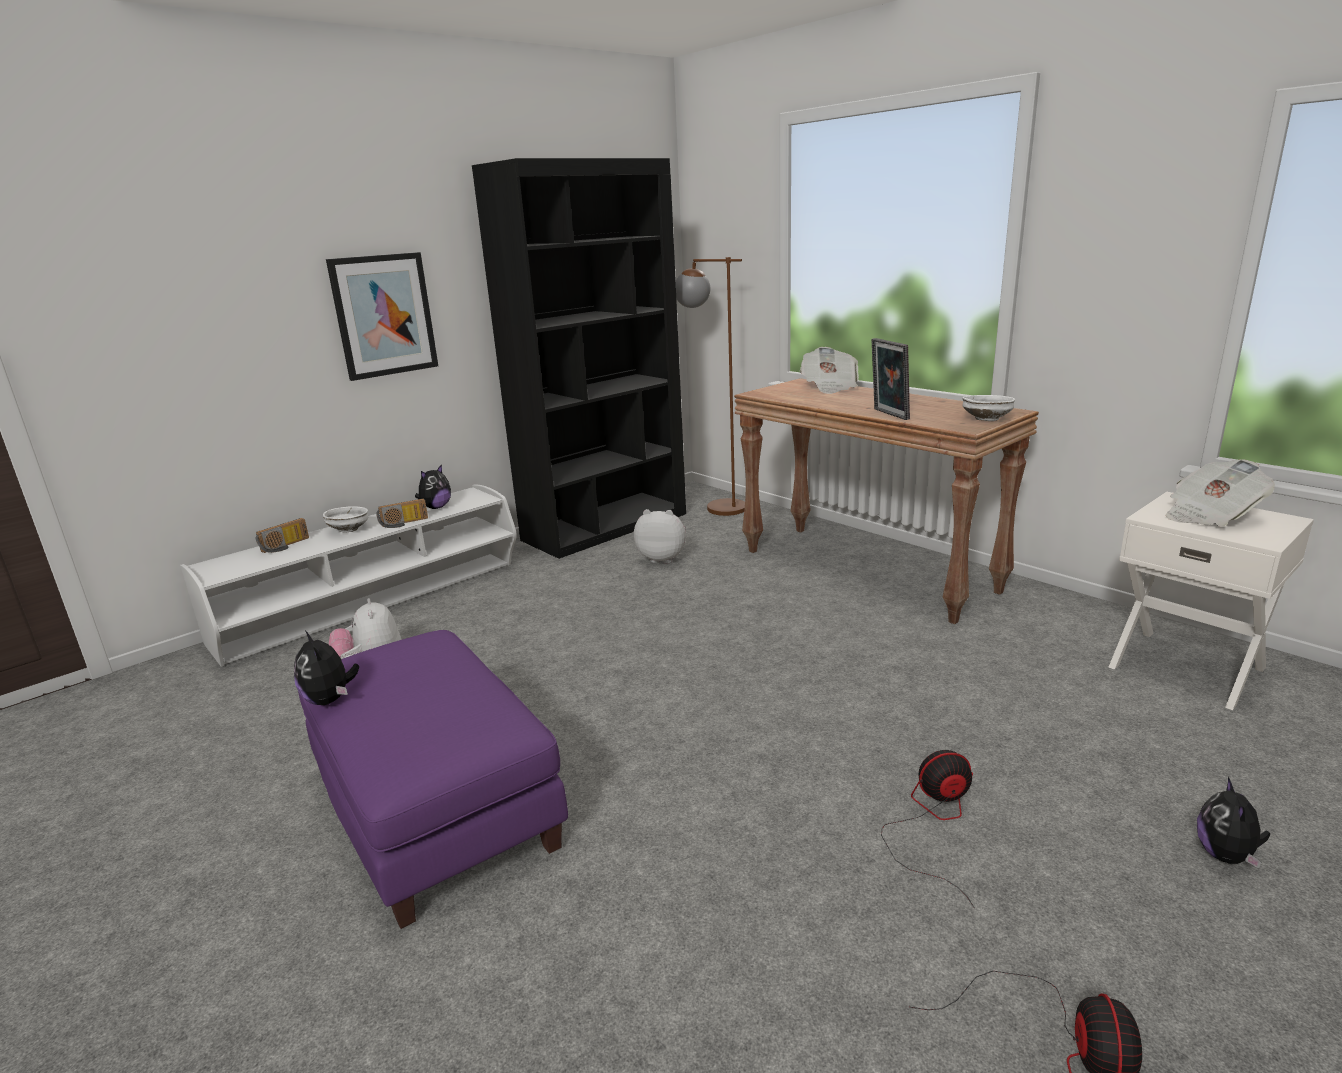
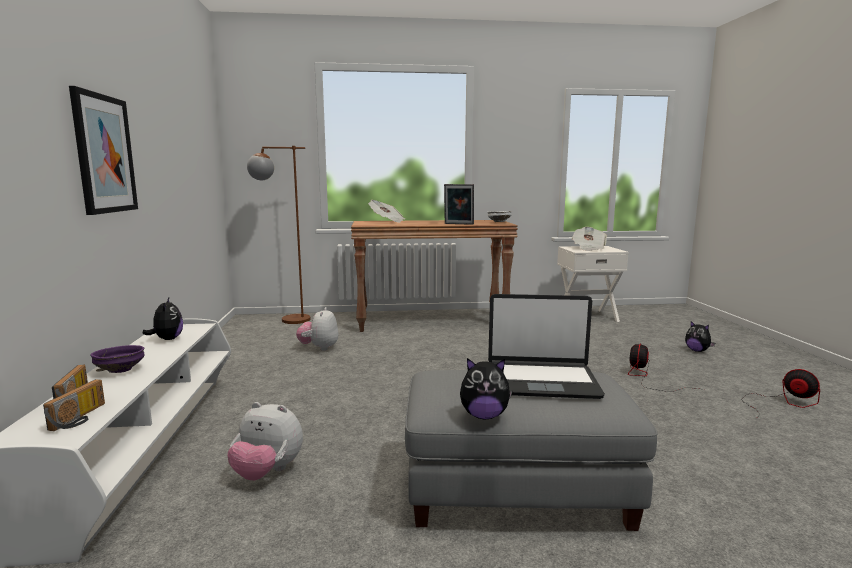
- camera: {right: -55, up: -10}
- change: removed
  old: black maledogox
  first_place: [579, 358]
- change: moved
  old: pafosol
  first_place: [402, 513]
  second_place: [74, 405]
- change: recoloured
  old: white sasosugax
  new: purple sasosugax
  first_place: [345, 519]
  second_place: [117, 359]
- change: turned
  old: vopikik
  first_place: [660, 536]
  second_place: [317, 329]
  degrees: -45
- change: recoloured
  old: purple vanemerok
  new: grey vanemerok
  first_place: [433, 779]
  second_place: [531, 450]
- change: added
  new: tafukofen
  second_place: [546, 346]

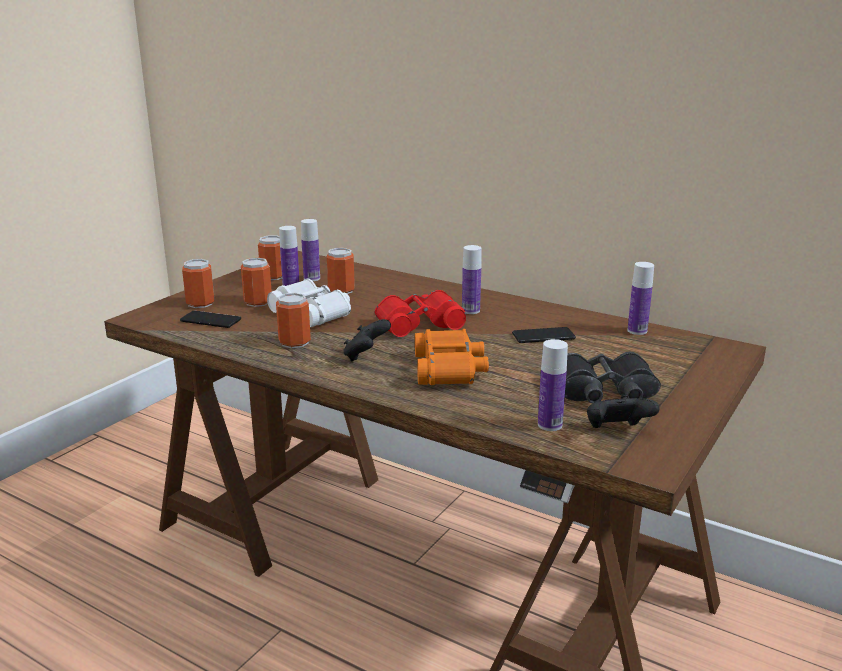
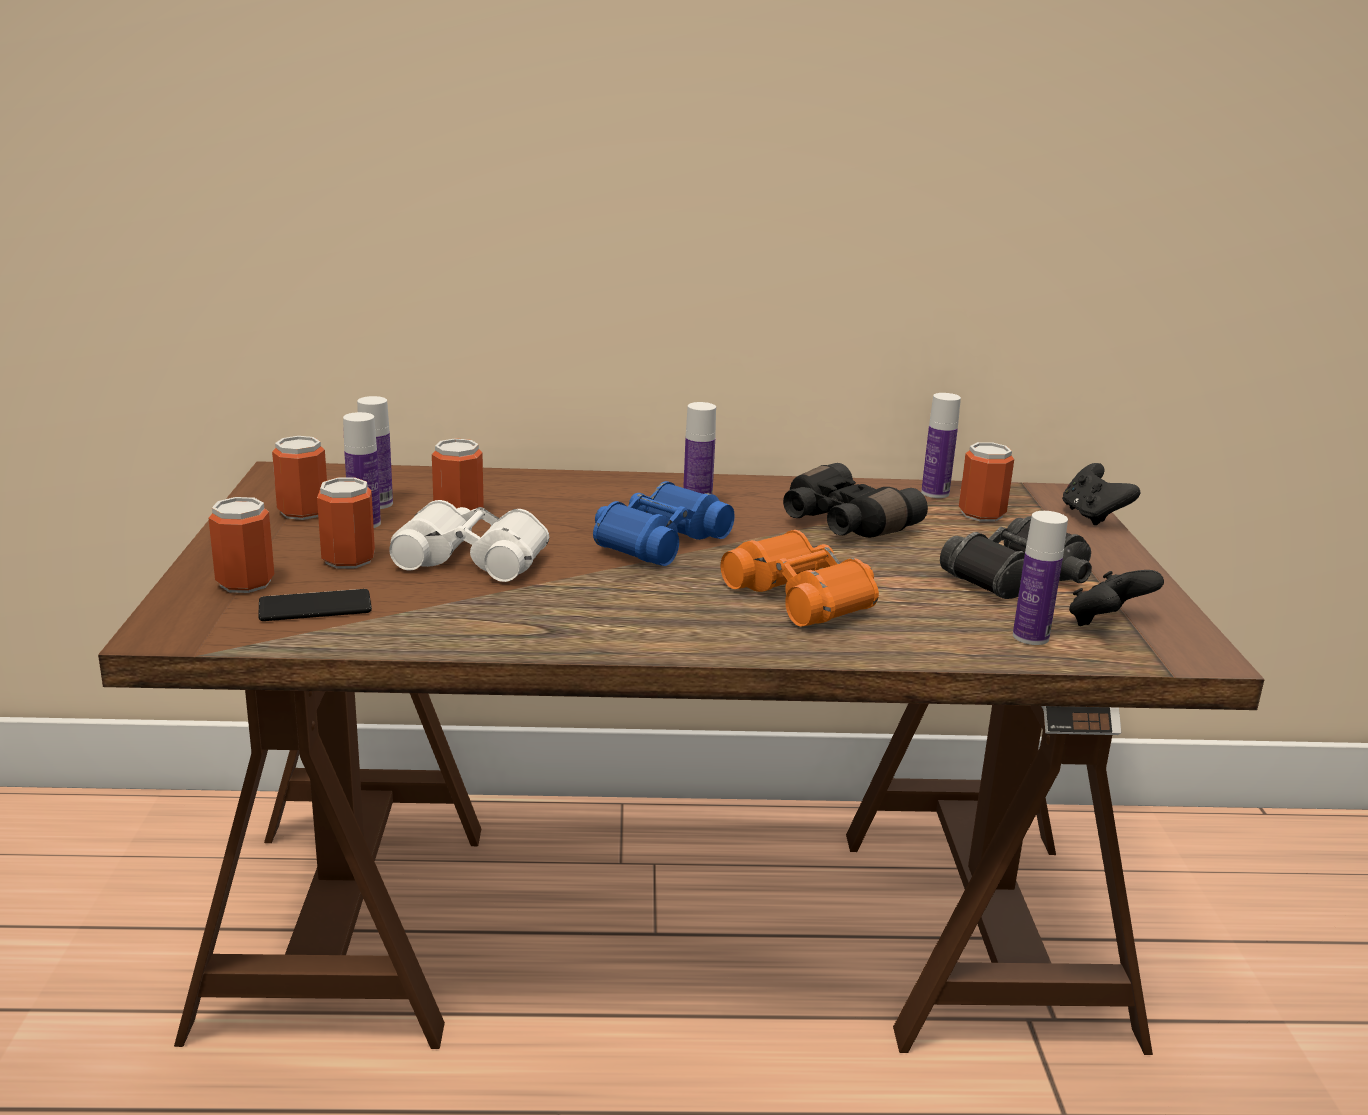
- camera: {right: -35, up: 0}
- change: recoloured
  old: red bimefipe
  new: blue bimefipe
  first_place: [420, 313]
  second_place: [664, 523]
- change: moved
  old: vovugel
  first_place: [293, 320]
  second_place: [986, 482]
- change: moved
  old: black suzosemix
  first_place: [367, 340]
  second_place: [1101, 494]
- change: replaced
  old: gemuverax
  new: black bimefipe
  first_place: [544, 335]
  second_place: [855, 500]

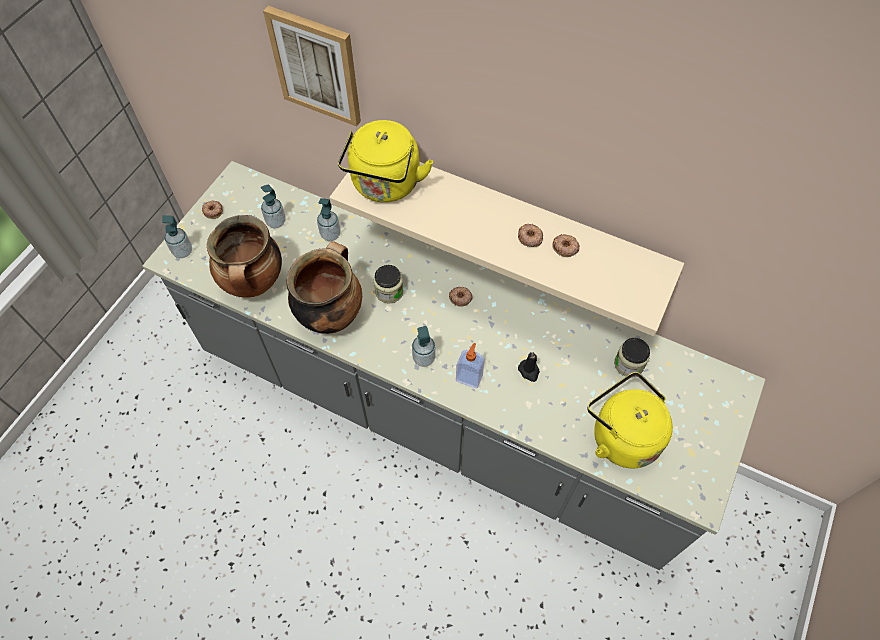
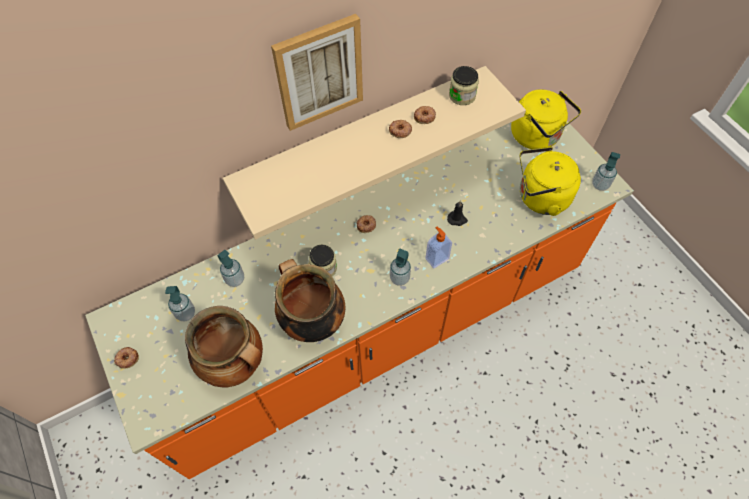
- camera: {right: -55, up: 0}
- change: moved
  old: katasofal
  first_place: [312, 66]
  second_place: [317, 72]
- change: moved
  old: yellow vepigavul
  first_place: [385, 161]
  second_place: [546, 119]
- change: recoloured
  old: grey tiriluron
  new: orange tiriluron
  first_place: [454, 365]
  second_place: [359, 300]
- change: moved
  old: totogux
  first_place: [177, 236]
  second_place: [606, 171]
- change: moved
  old: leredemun
  first_place: [632, 358]
  second_place: [464, 85]

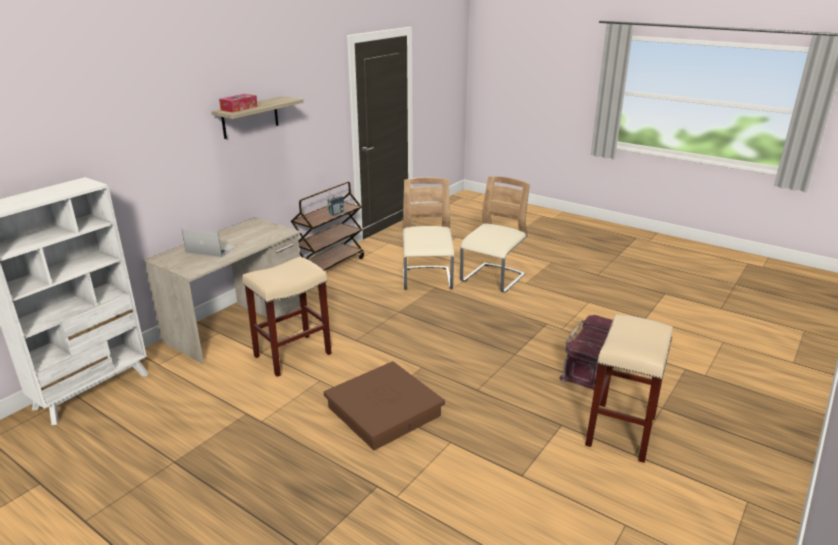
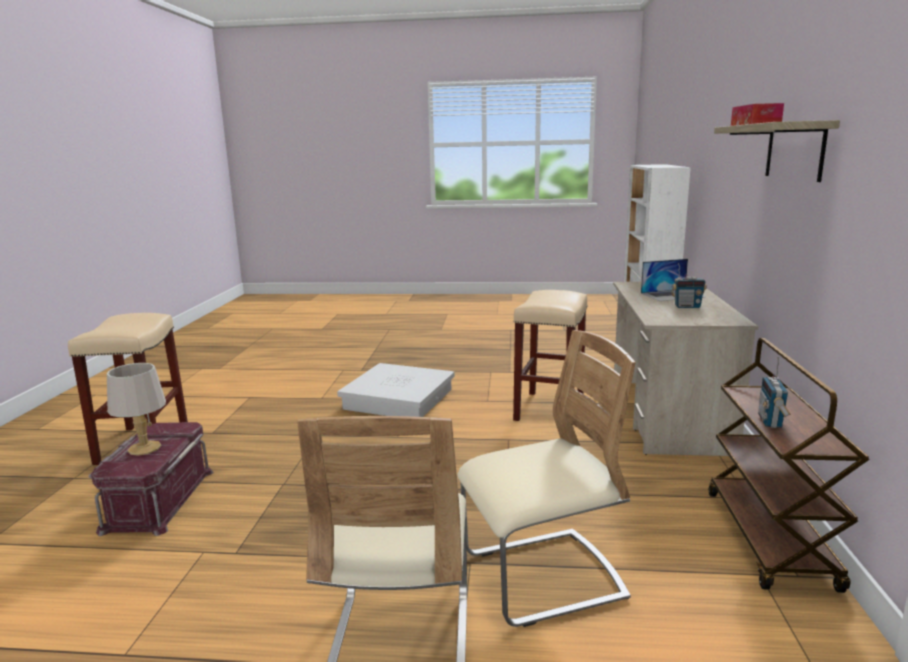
- camera: {right: 150, up: -10}
- change: turned
  old: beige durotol
  first_place: [428, 233]
  second_place: [546, 478]
  degrees: -75
- change: recoloured
  old: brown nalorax
  new: white nalorax
  first_place: [384, 405]
  second_place: [396, 390]
- change: added
  new: pafosol
  second_place: [689, 285]
- change: added
  new: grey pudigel
  second_place: [136, 409]

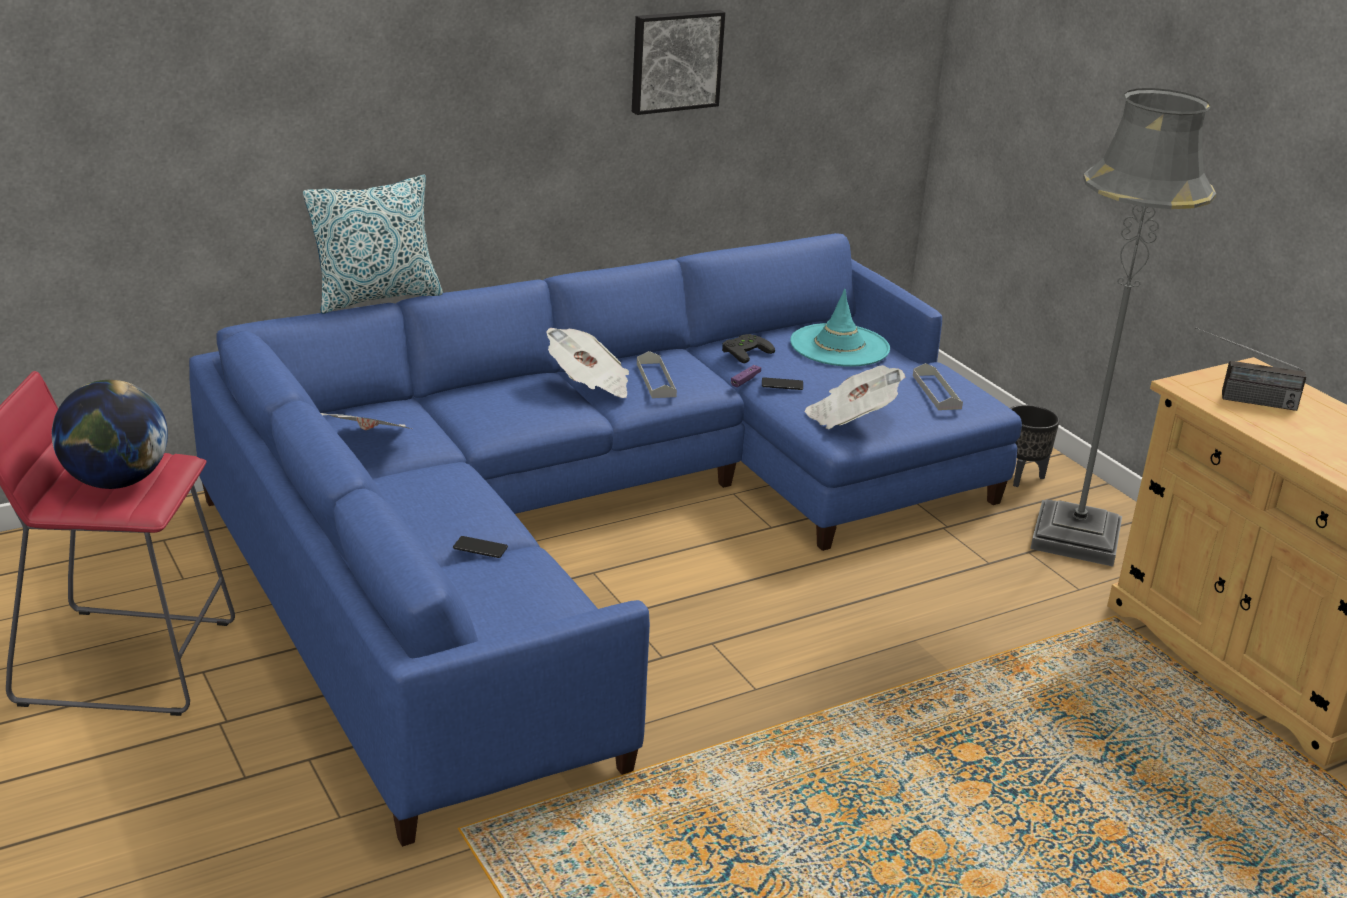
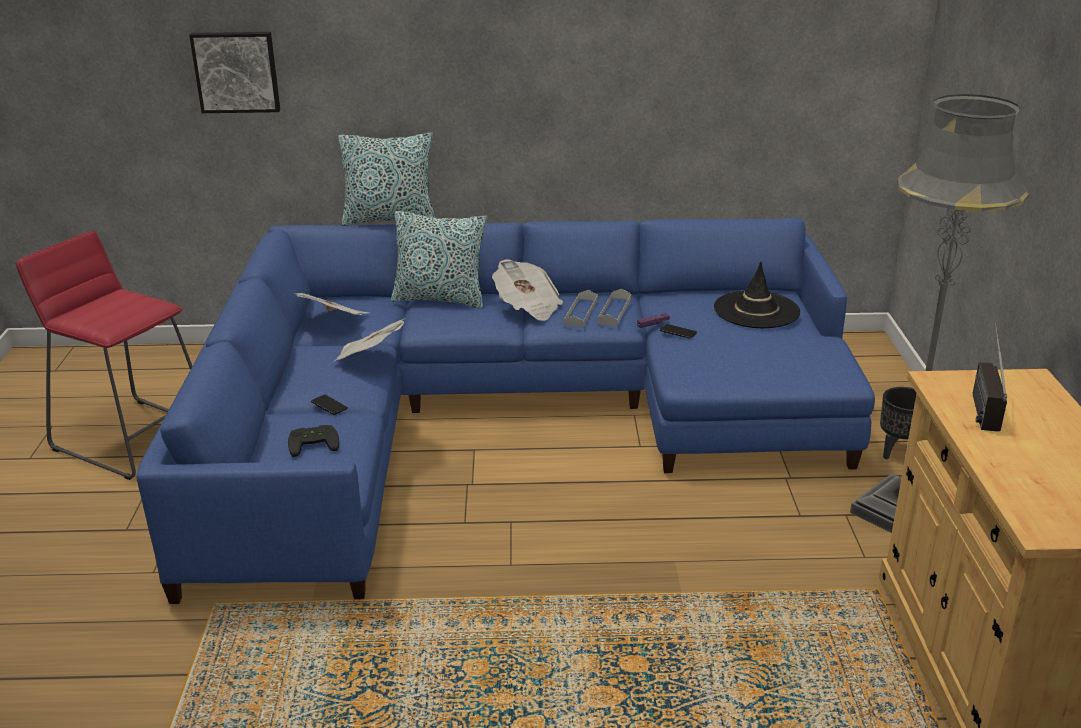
- camera: {right: 30, up: 0}
- change: moved
  old: katasofal
  first_place: [678, 62]
  second_place: [234, 72]
- change: recoloured
  old: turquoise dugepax
  new: black dugepax
  first_place: [840, 328]
  second_place: [757, 295]
- change: turned
  old: pafosol
  first_place: [1250, 369]
  second_place: [989, 376]
  degrees: 60
- change: moved
  old: black suzosemix
  first_place: [748, 348]
  second_place: [313, 441]
- change: moved
  old: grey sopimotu
  first_place: [938, 386]
  second_place: [614, 307]
- change: moved
  old: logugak
  first_place: [855, 397]
  second_place: [369, 340]
- change: removed
  old: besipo
  first_place: [110, 434]
- change: added
  new: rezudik
  second_place: [439, 260]

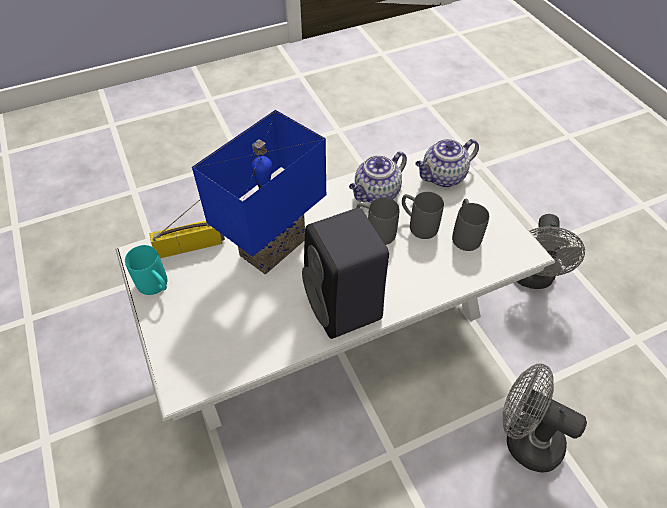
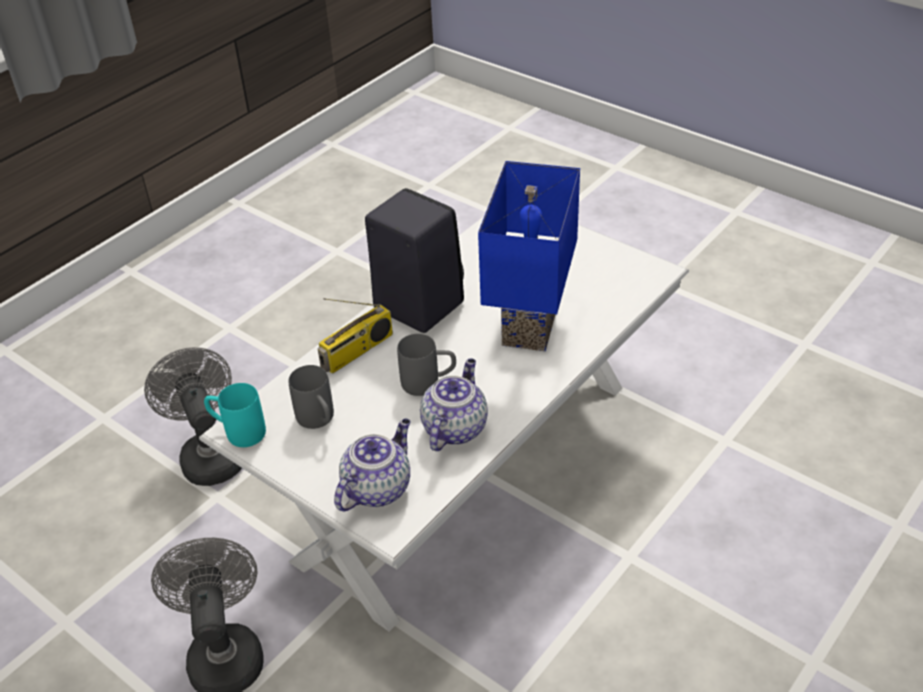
- camera: {right: 155, up: -10}
- change: removed
  old: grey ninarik
  first_place: [423, 215]
- change: moved
  old: pafosol
  first_place: [187, 228]
  second_place: [355, 336]
- change: moved
  old: turquoise ninarik
  first_place: [146, 270]
  second_place: [235, 415]
- change: turned
  old: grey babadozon
  first_place: [545, 418]
  second_place: [193, 416]
  degrees: -120

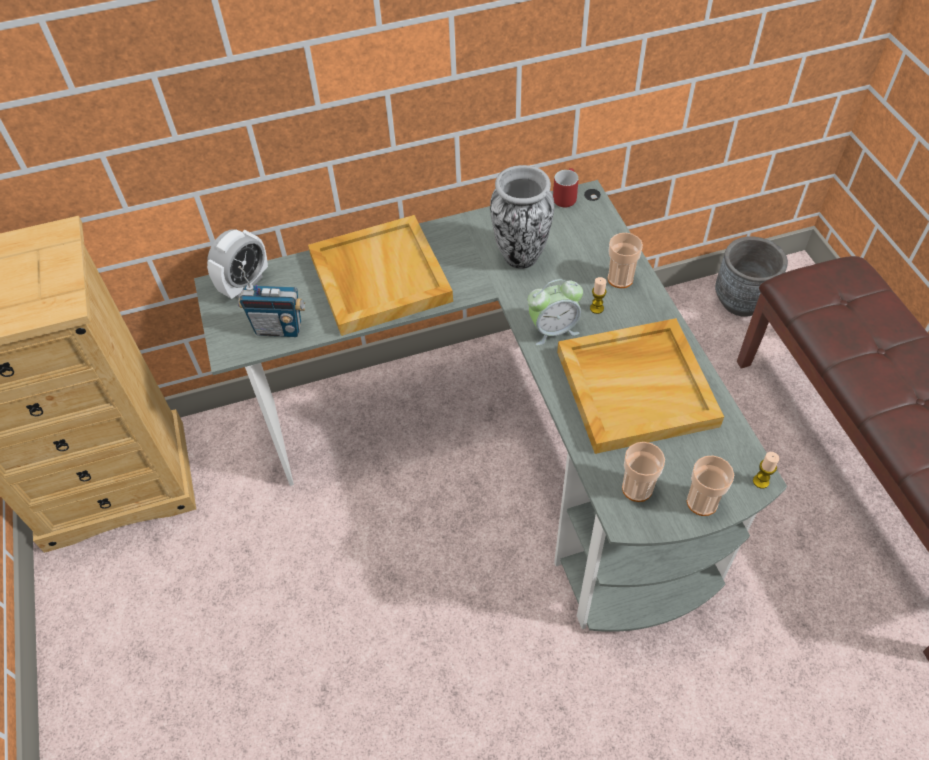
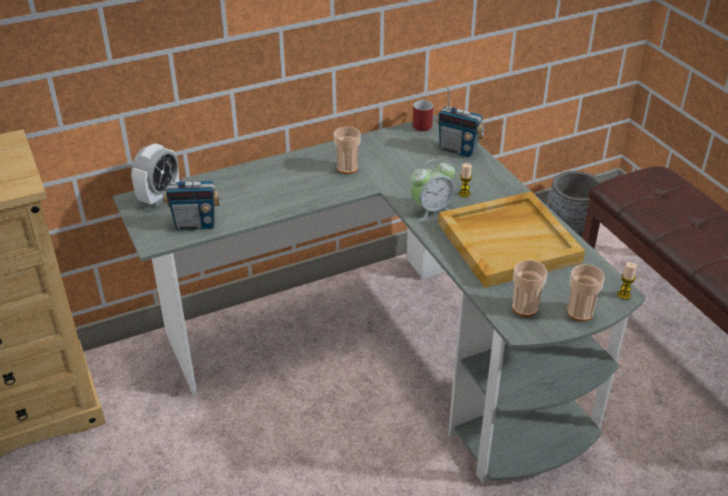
- camera: {right: -10, up: -15}
- change: removed
  old: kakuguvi
  first_place: [522, 217]
- change: removed
  old: beige sopimotu
  first_place: [380, 275]
- change: moved
  old: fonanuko
  first_place: [625, 260]
  second_place: [347, 150]
- change: added
  new: pafosol
  second_place: [460, 121]

